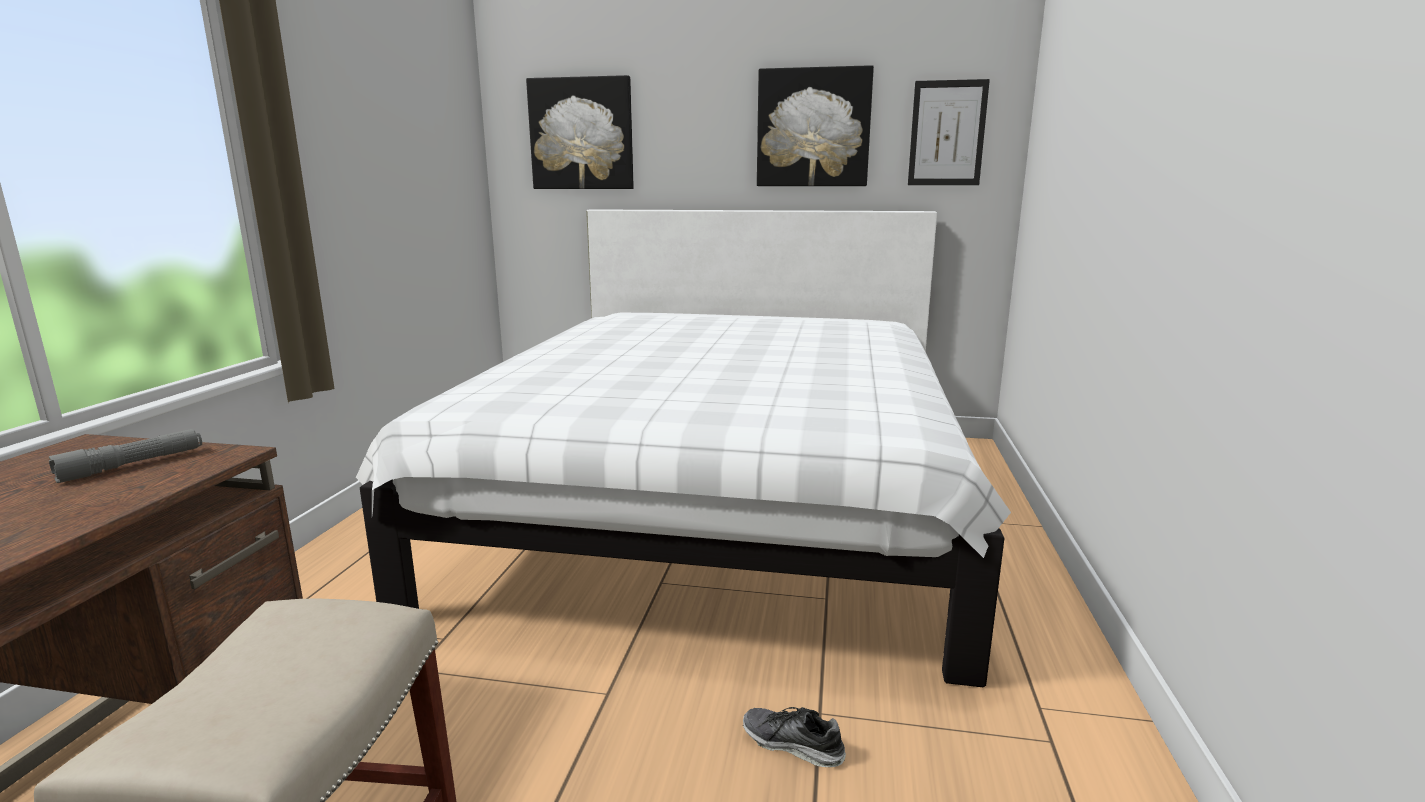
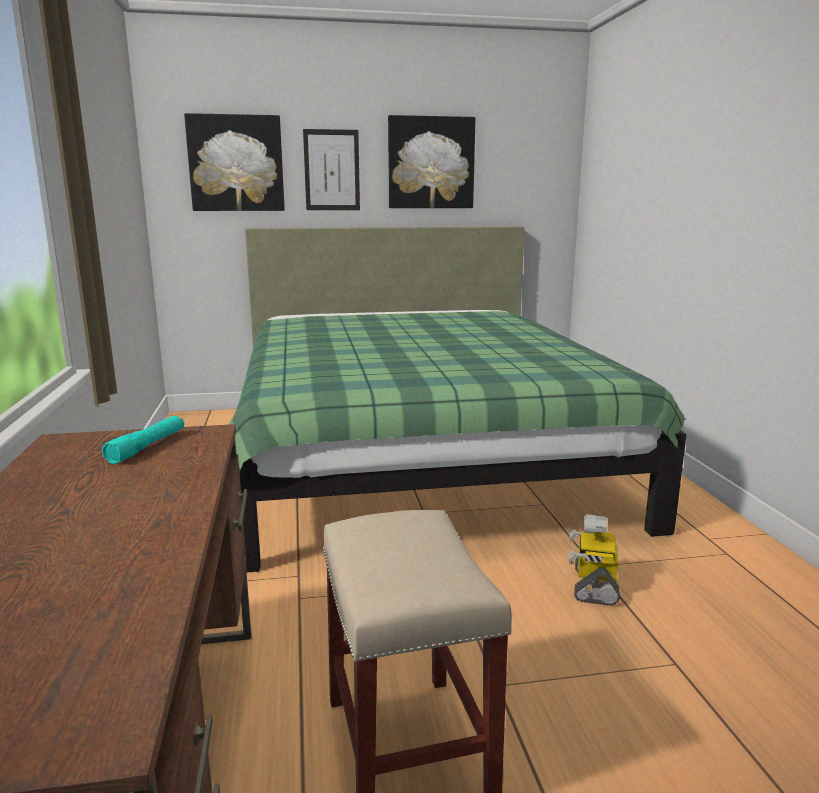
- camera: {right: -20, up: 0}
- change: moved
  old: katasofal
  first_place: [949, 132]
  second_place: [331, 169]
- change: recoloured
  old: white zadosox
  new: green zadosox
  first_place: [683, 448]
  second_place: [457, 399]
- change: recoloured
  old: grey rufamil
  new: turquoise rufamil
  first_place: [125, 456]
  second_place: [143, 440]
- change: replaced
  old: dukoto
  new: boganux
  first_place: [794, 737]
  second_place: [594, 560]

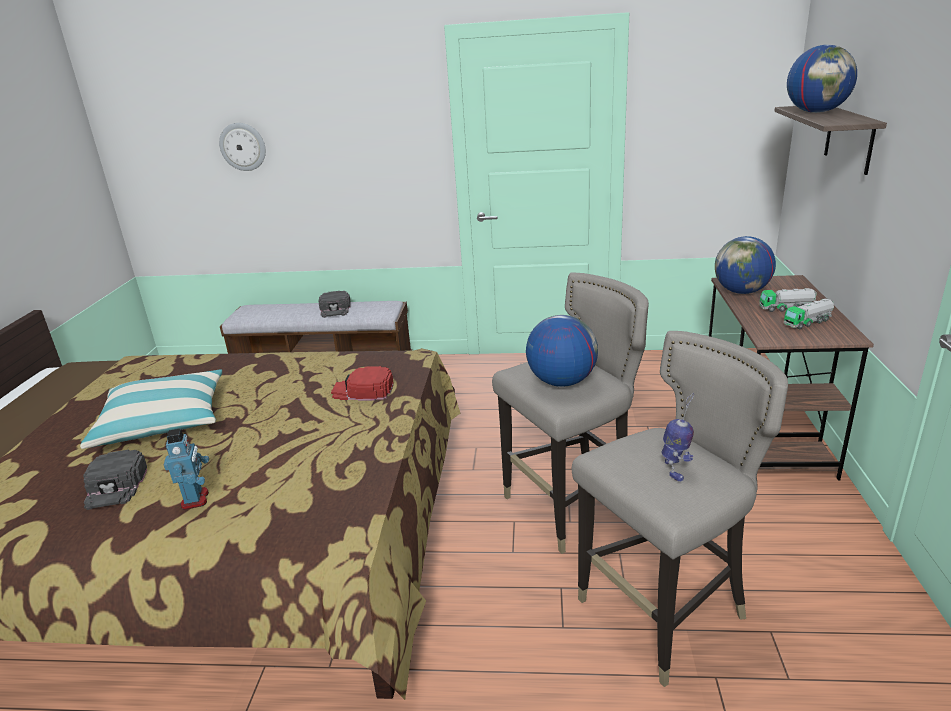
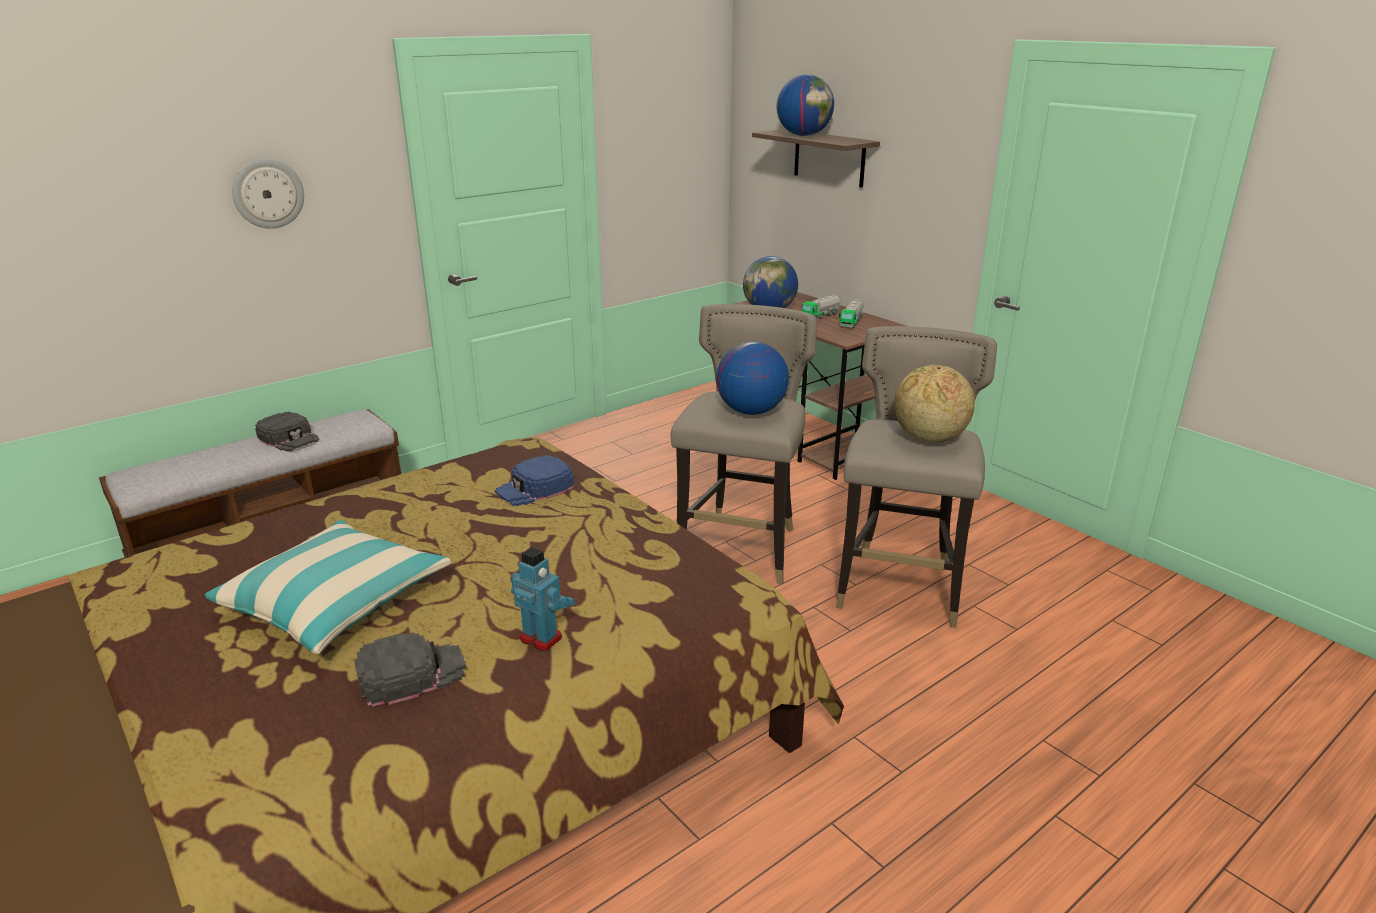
- camera: {right: -45, up: 0}
- change: moved
  old: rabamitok
  first_place: [242, 147]
  second_place: [268, 193]
- change: recoloured
  old: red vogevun
  new: blue vogevun
  first_place: [362, 383]
  second_place: [534, 480]
- change: replaced
  old: boganux
  new: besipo
  first_place: [678, 437]
  second_place: [934, 404]
- change: turned
  old: black vogevun
  first_place: [115, 480]
  second_place: [410, 669]
  degrees: -60

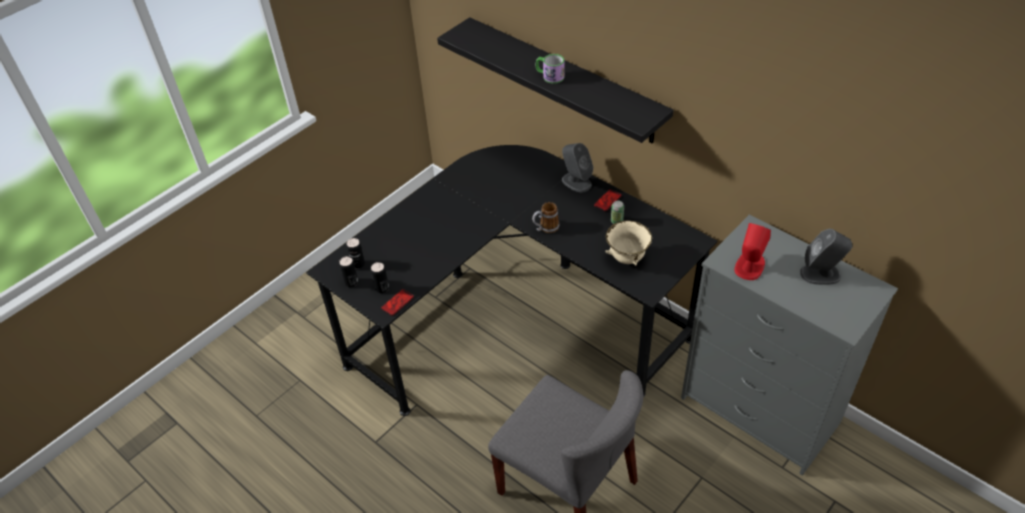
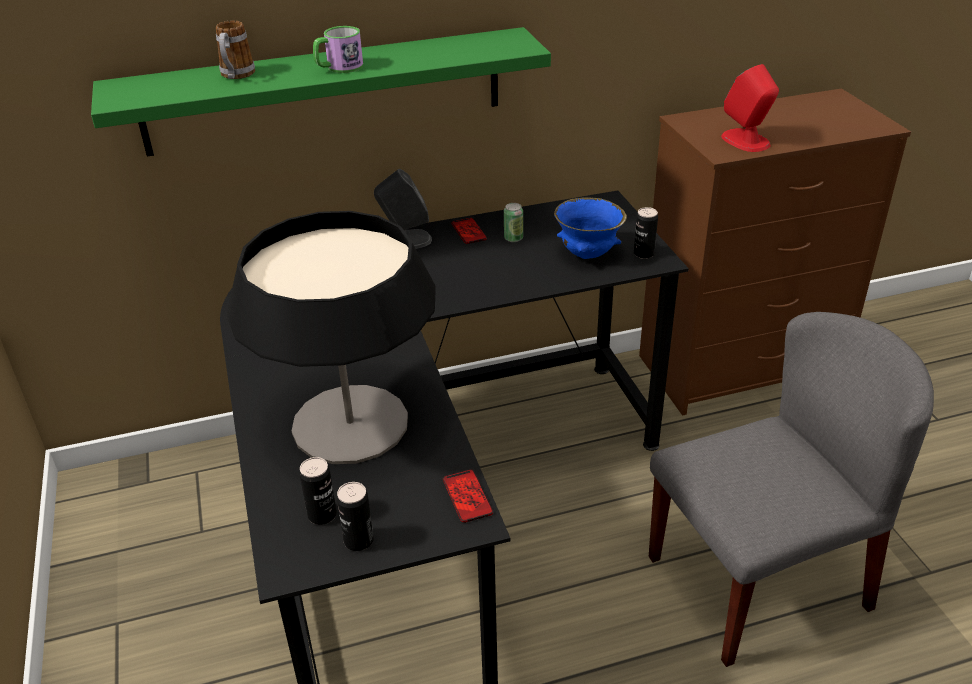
- camera: {right: -60, up: -10}
- change: recoloured
  old: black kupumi
  new: green kupumi
  first_place: [555, 80]
  second_place: [321, 91]
- change: moved
  old: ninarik
  first_place: [545, 217]
  second_place: [235, 49]
- change: recoloured
  old: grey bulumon
  new: brown bulumon
  first_place: [789, 345]
  second_place: [775, 252]
- change: recoloured
  old: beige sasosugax
  new: blue sasosugax
  first_place: [628, 243]
  second_place: [590, 228]
- change: removed
  old: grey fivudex
  first_place: [826, 257]
- change: moved
  old: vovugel
  first_place: [380, 277]
  second_place: [646, 233]
- change: added
  new: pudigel
  second_place: [331, 337]

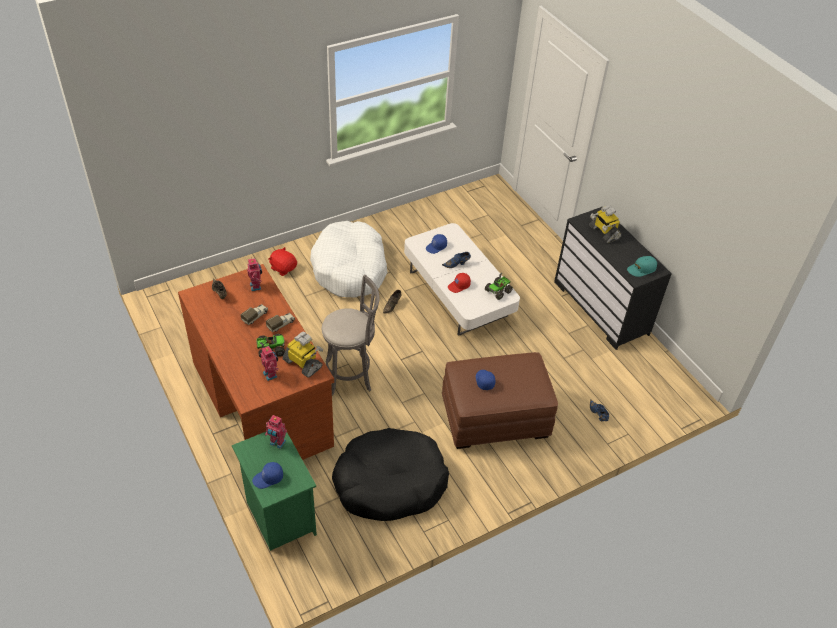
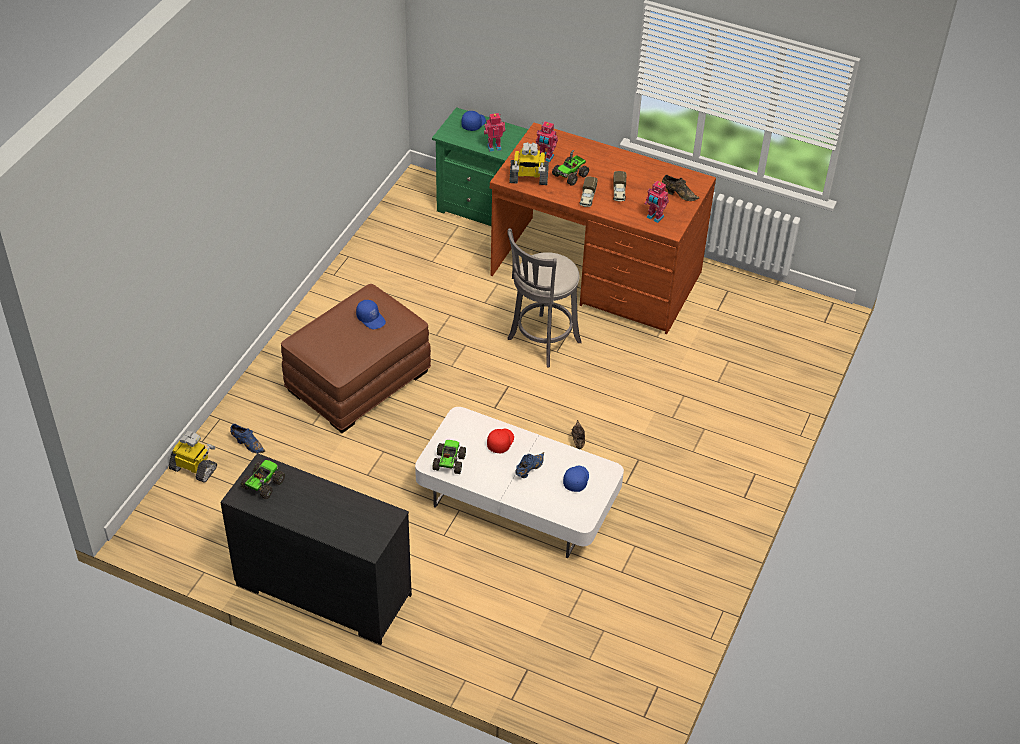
- camera: {right: 145, up: 0}
- change: moved
  old: boganux
  first_place: [605, 224]
  second_place: [192, 456]
- change: removed
  old: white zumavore
  first_place: [348, 259]
- change: removed
  old: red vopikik
  first_place: [282, 261]
- change: replaced
  old: turquoise vogevun
  new: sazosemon
  first_place: [642, 266]
  second_place: [262, 479]
- change: removed
  old: black zumavore
  first_place: [390, 474]

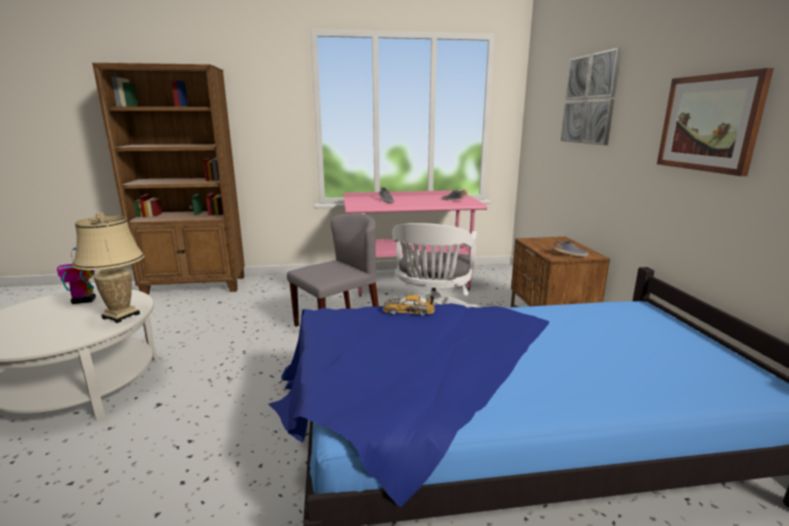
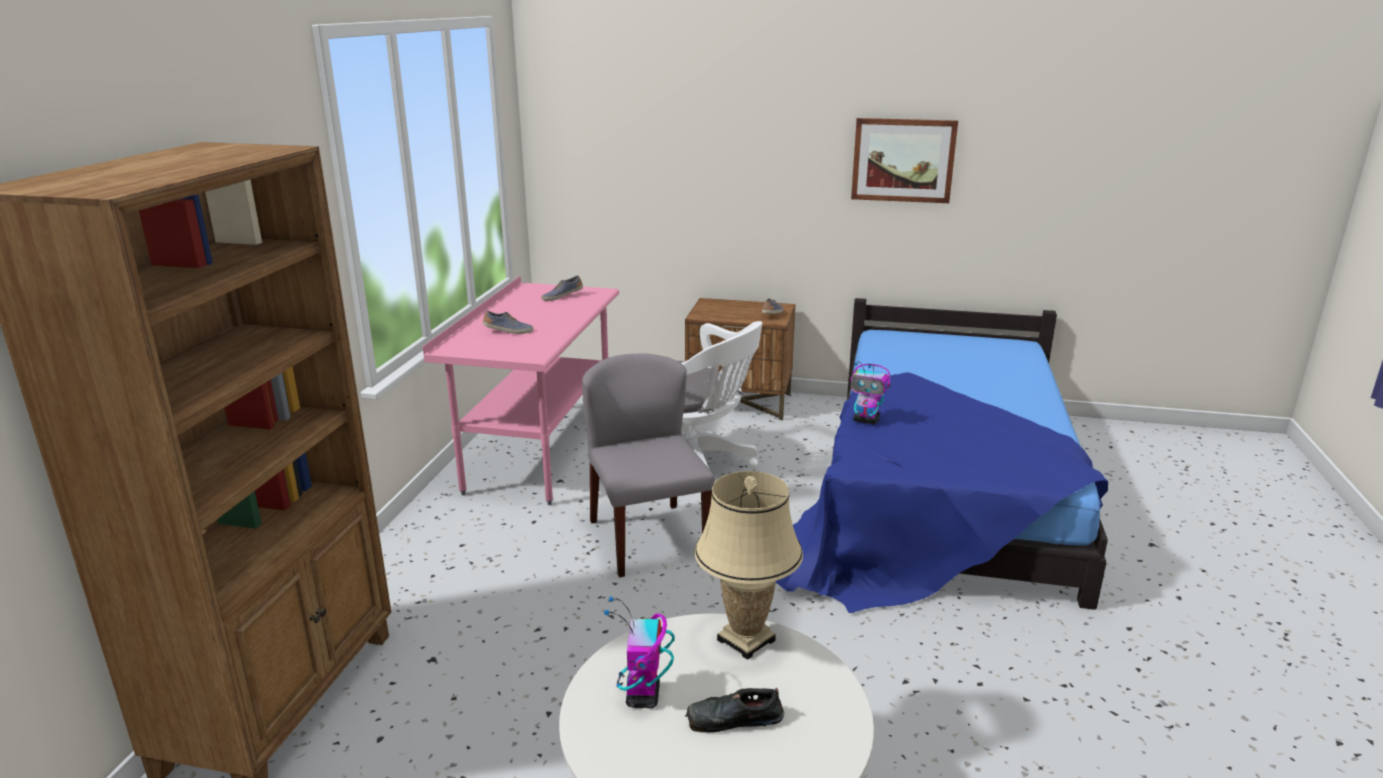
- camera: {right: -70, up: 5}
- change: removed
  old: katasofal
  first_place: [591, 96]
- change: replaced
  old: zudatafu
  new: boganux
  first_place: [409, 305]
  second_place: [871, 393]
- change: added
  new: black dukoto
  second_place: [734, 710]

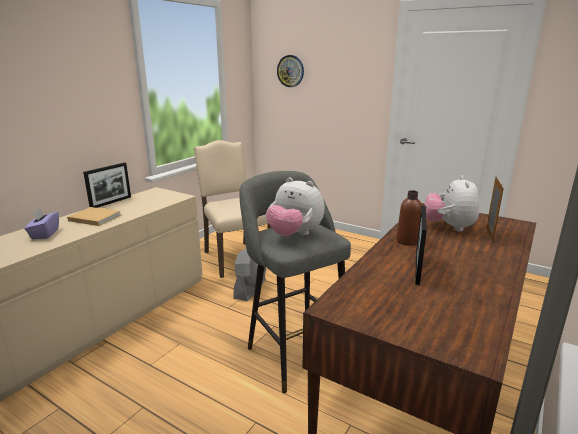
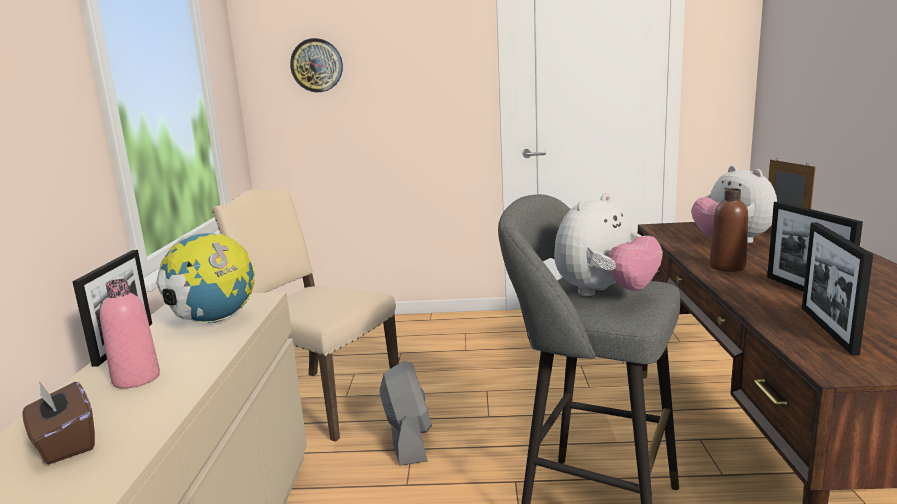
- camera: {right: -30, up: -5}
- change: turned
  old: vopikik
  first_place: [295, 206]
  second_place: [608, 244]
  degrees: -45
- change: replaced
  old: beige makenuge
  new: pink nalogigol
  first_place: [94, 216]
  second_place: [130, 334]
- change: recoloured
  old: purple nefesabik
  new: brown nefesabik
  first_place: [42, 223]
  second_place: [58, 422]
- change: added
  new: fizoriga
  second_place: [837, 289]
- change: added
  new: besipo
  second_place: [205, 278]

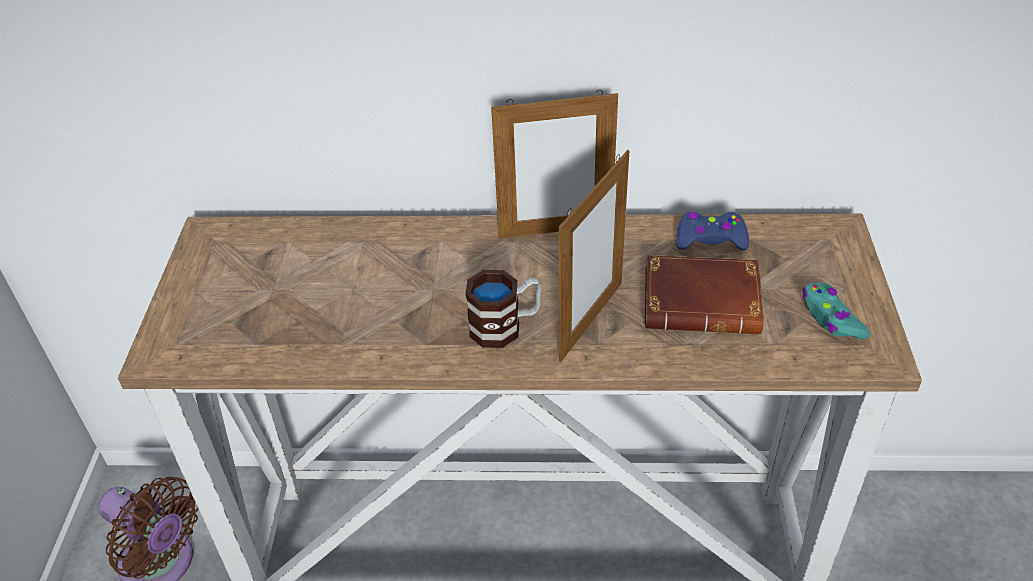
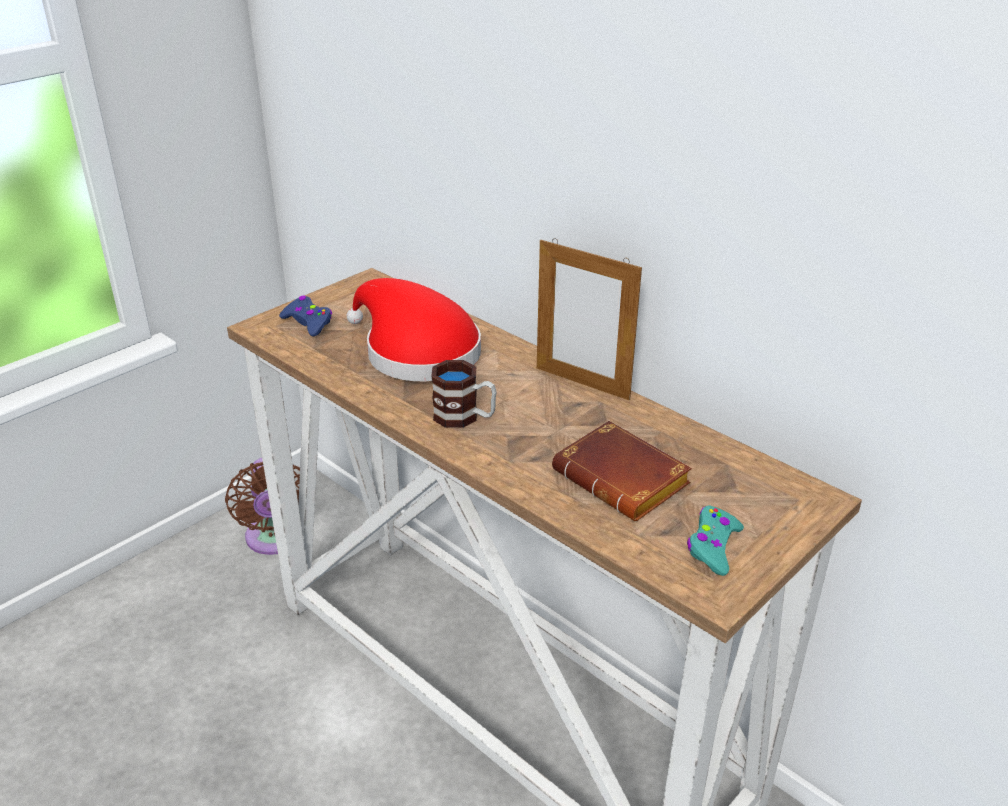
- camera: {right: 40, up: -10}
- change: removed
  old: fizoriga
  first_place: [594, 256]
- change: moved
  old: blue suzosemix
  first_place: [712, 231]
  second_place: [305, 316]
- change: added
  new: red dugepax
  second_place: [414, 329]

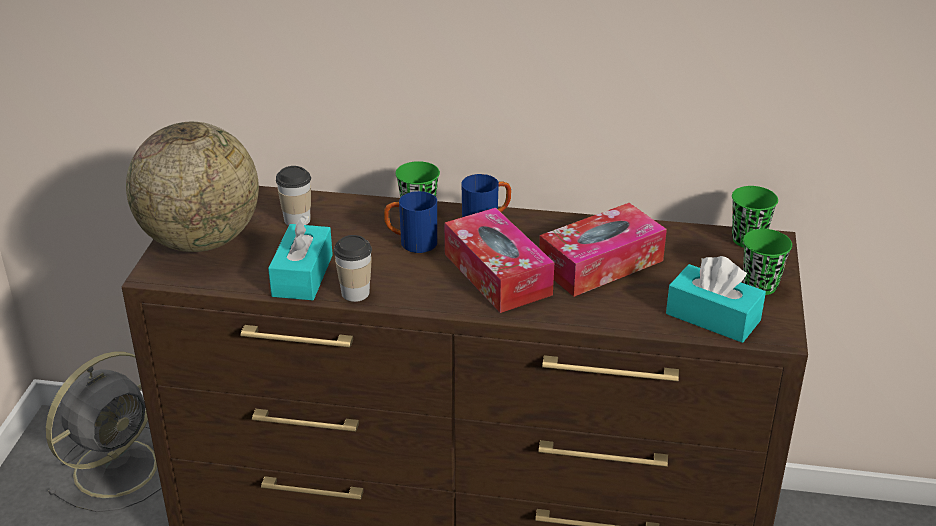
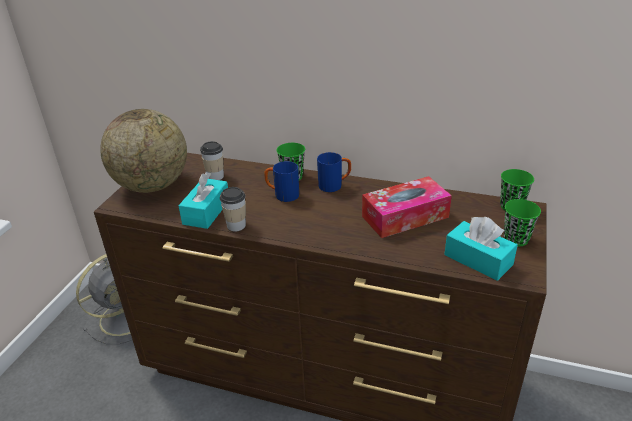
- camera: {right: 10, up: 0}
- change: removed
  old: nefesabik
  first_place: [499, 260]

